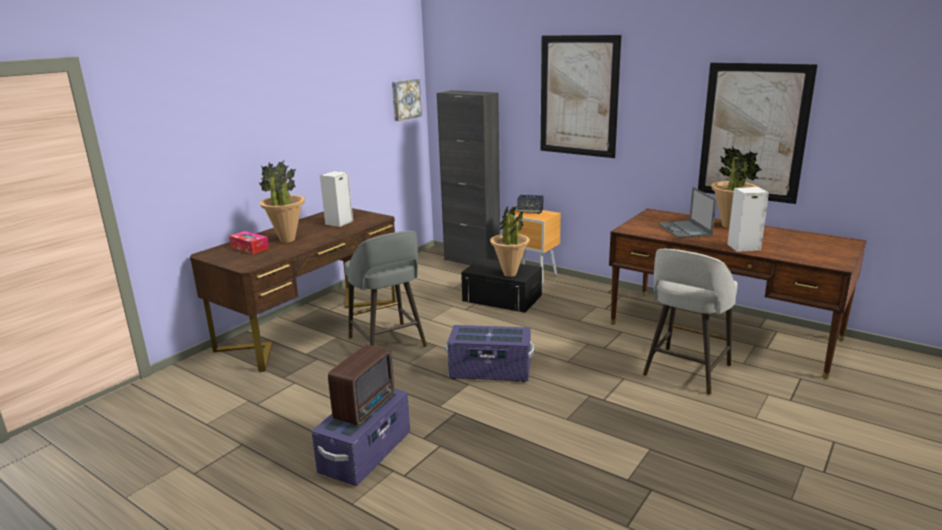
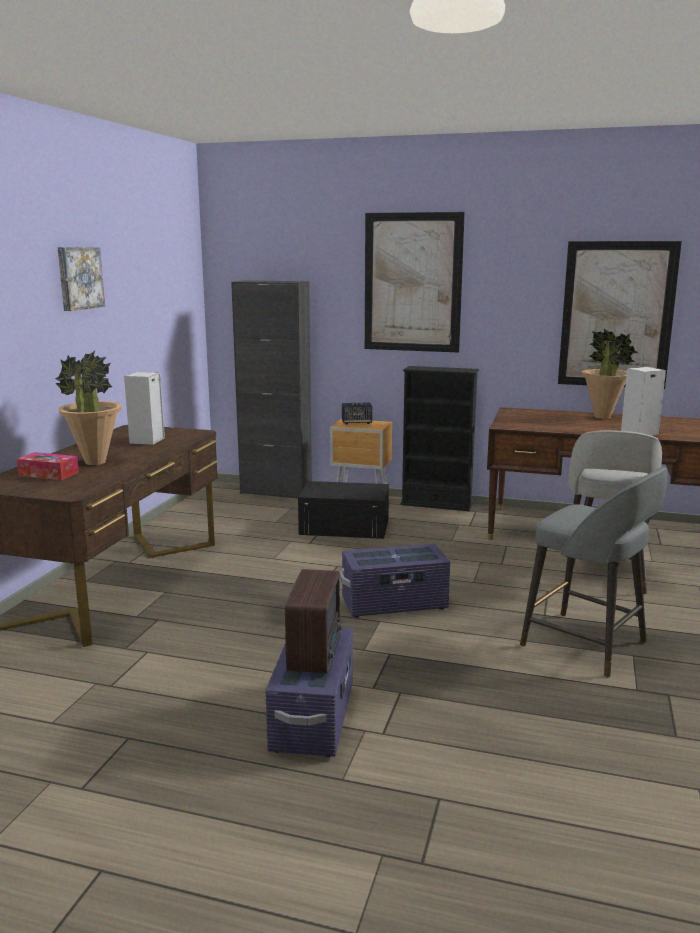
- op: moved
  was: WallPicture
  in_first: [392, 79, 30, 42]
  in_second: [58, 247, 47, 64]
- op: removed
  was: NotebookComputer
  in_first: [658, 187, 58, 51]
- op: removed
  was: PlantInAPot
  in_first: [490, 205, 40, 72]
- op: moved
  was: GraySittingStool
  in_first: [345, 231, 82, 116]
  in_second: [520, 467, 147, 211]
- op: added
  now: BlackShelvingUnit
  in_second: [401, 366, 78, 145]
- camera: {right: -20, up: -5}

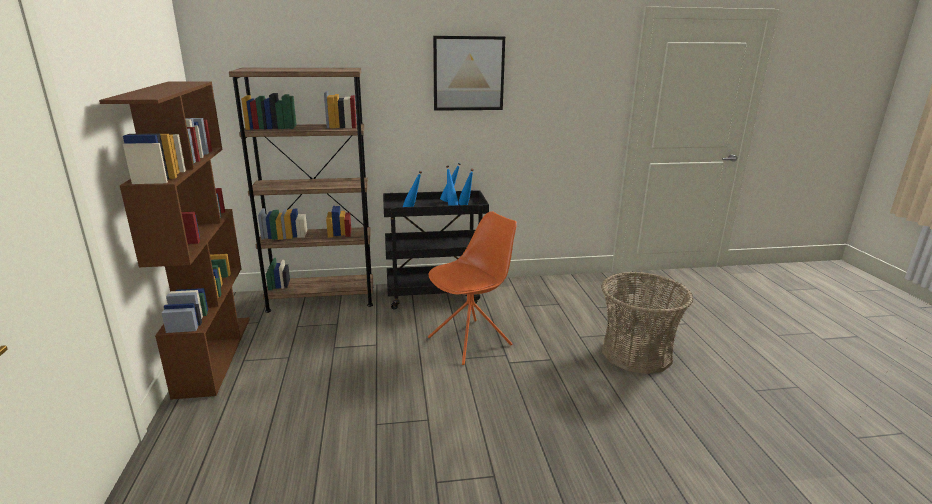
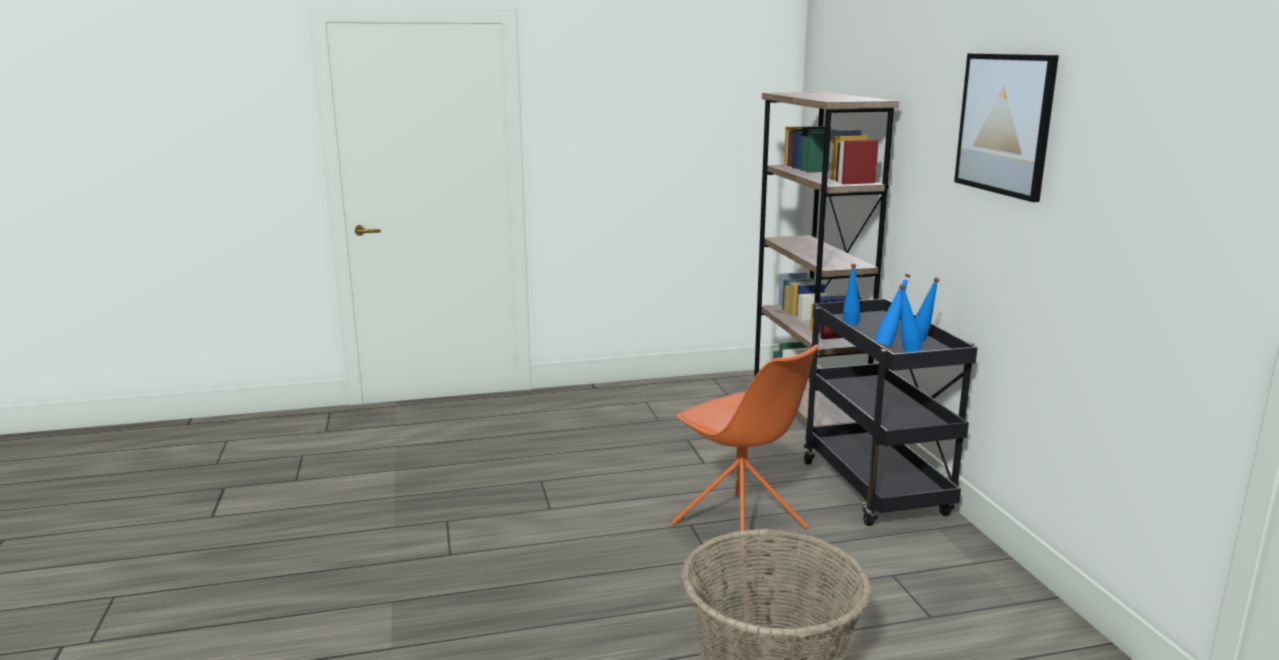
- op: removed
  was: BrownishShelvingUnit
  in_first: [99, 81, 151, 319]
- camera: {right: 85, up: -5}

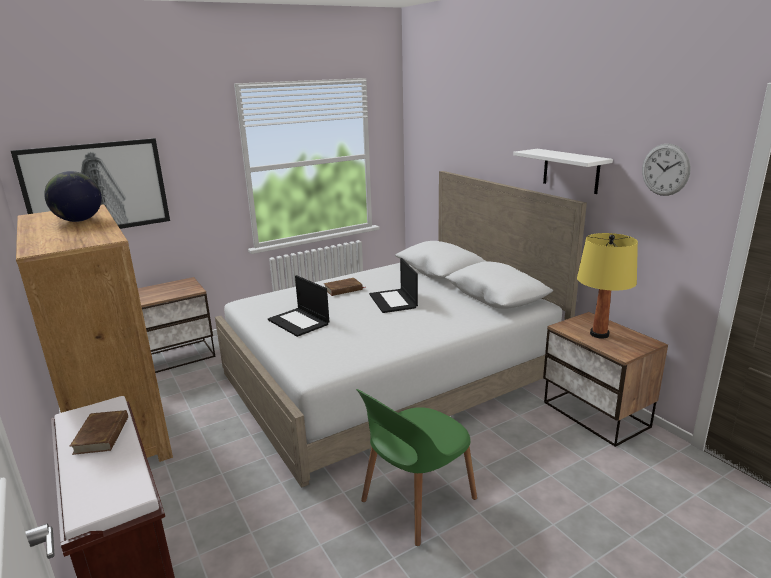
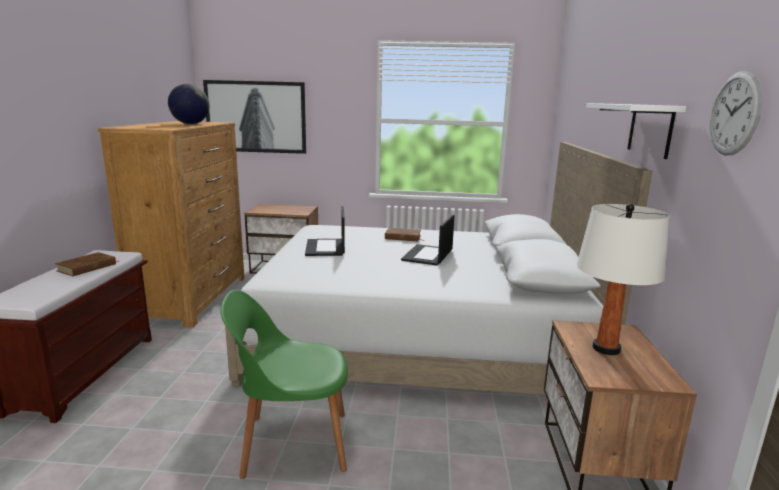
- op: recoloured
  was: YellowTabletopLamp
  now: WhiteColouredTabletopLamp
  in_first: [577, 233, 61, 106]
  in_second: [577, 204, 92, 151]
- camera: {right: 35, up: -5}

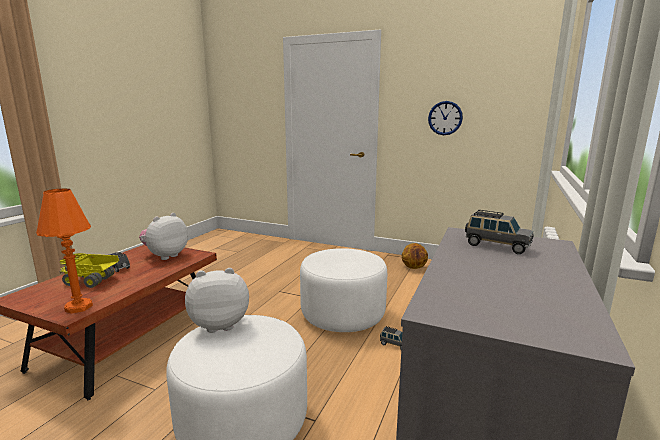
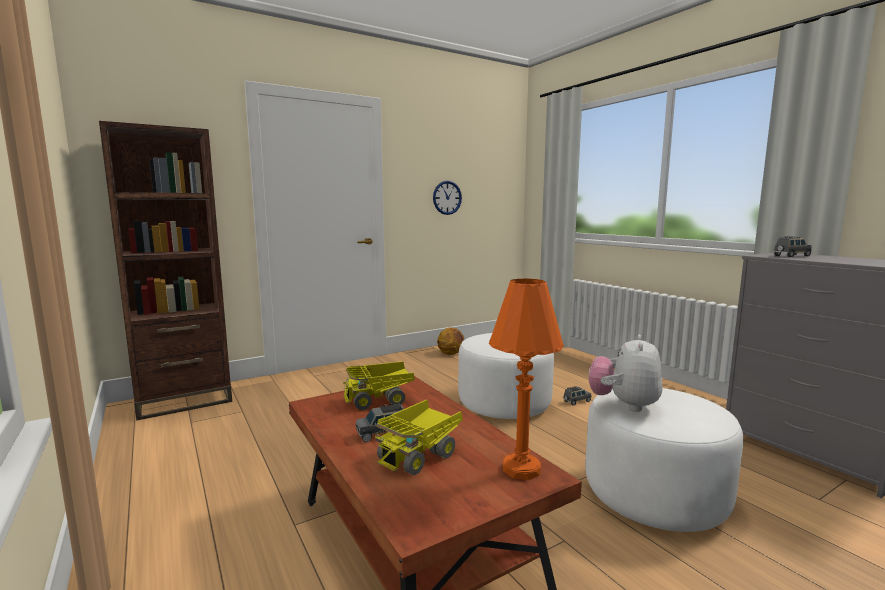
- op: replaced
  was: PlushToy
  now: ToyLorry
  in_first: [139, 213, 49, 47]
  in_second: [343, 361, 72, 49]
- op: added
  now: BrownishShelvingUnit
  in_second: [99, 121, 133, 299]
- camera: {right: -55, up: -5}

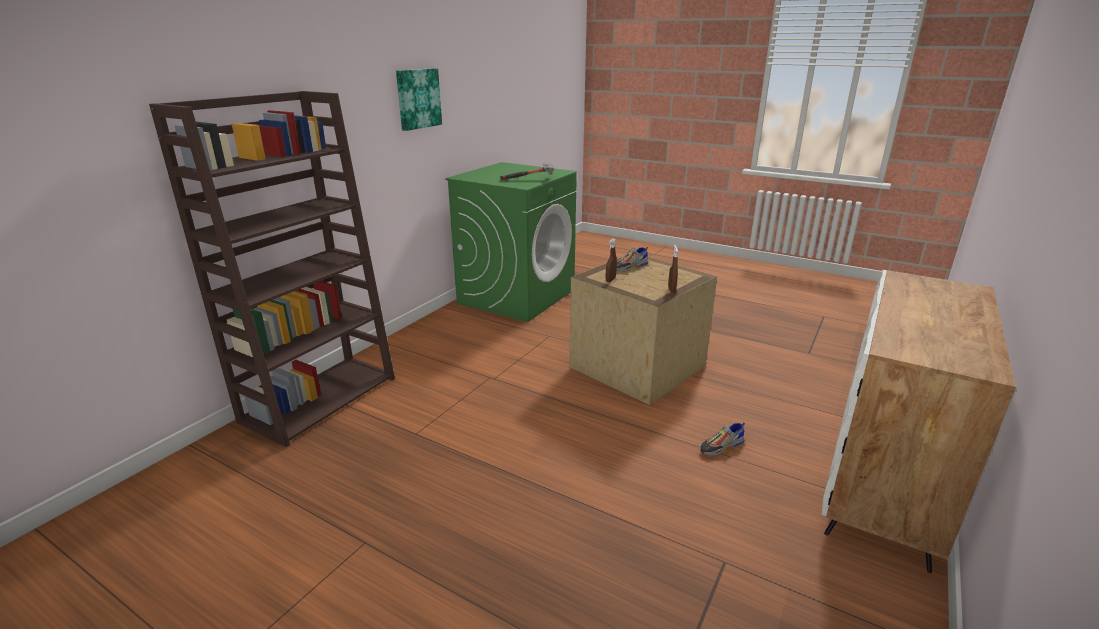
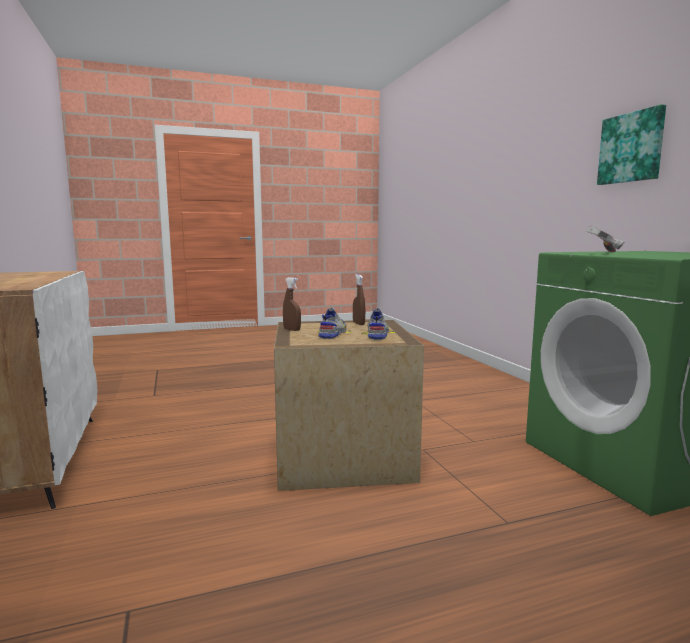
- op: removed
  was: BrownishShelvingUnit
  in_first: [149, 91, 246, 356]
- op: moved
  was: LowShoe
  in_first: [700, 423, 45, 33]
  in_second: [318, 307, 34, 32]
- camera: {right: 130, up: -15}

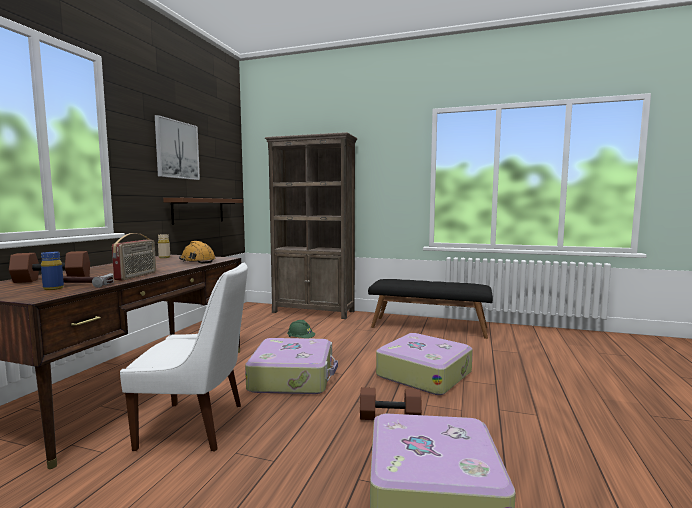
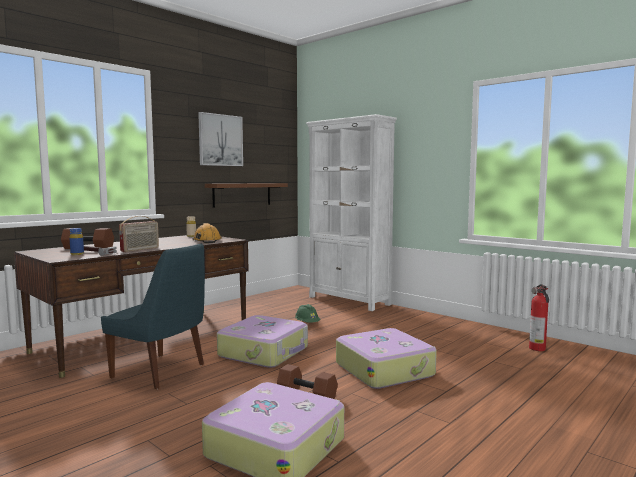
- op: recoloured
  was: BrownishShelvingUnit
  now: WhiteColouredShelvingUnit
  in_first: [265, 132, 92, 187]
  in_second: [306, 114, 91, 197]
- op: recoloured
  was: WhiteColouredUprightChair
  now: BluishUprightChair
  in_first: [120, 262, 128, 190]
  in_second: [101, 244, 104, 145]
- op: removed
  was: BlackIndoorBench
  in_first: [368, 279, 125, 60]
- op: added
  now: Extinguisher
  in_second: [529, 284, 20, 67]
- camera: {right: 25, up: 0}

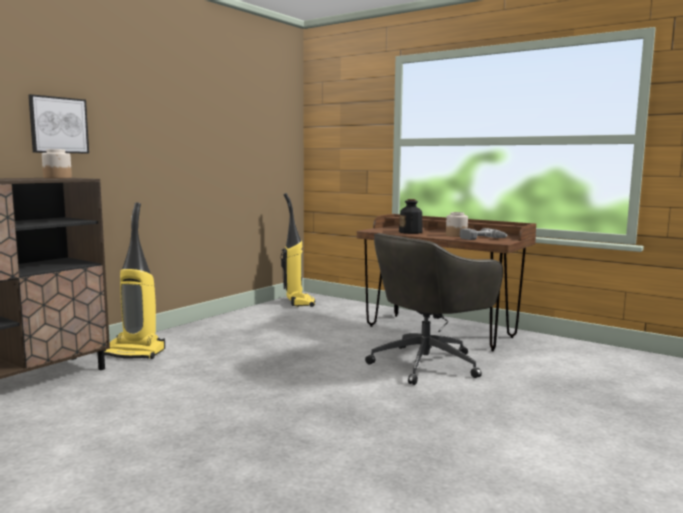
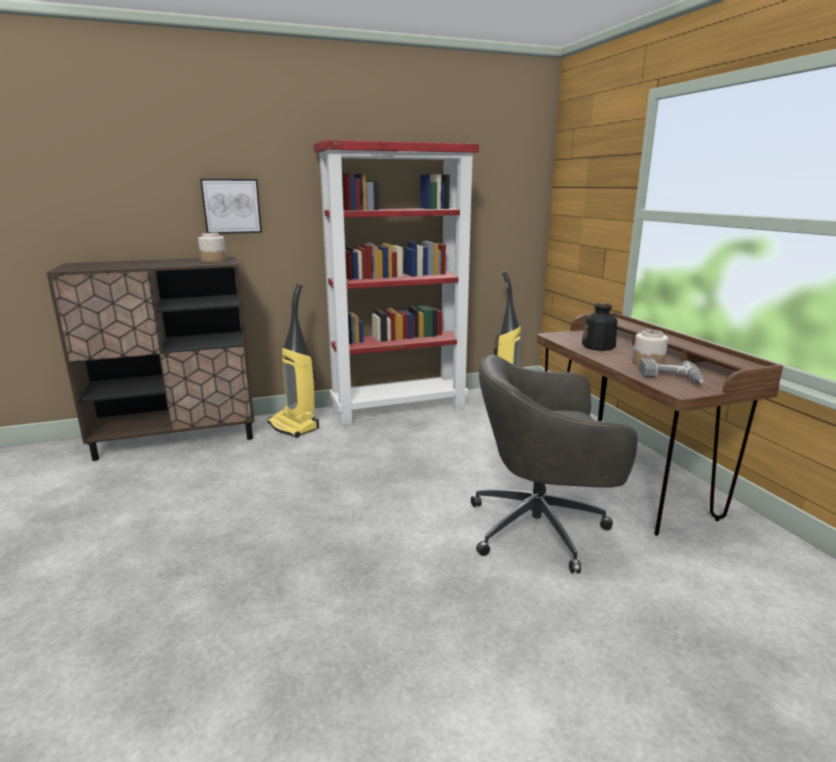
- op: added
  now: ReddishShelvingUnit
  in_second: [314, 140, 165, 285]
- camera: {right: 35, up: 10}

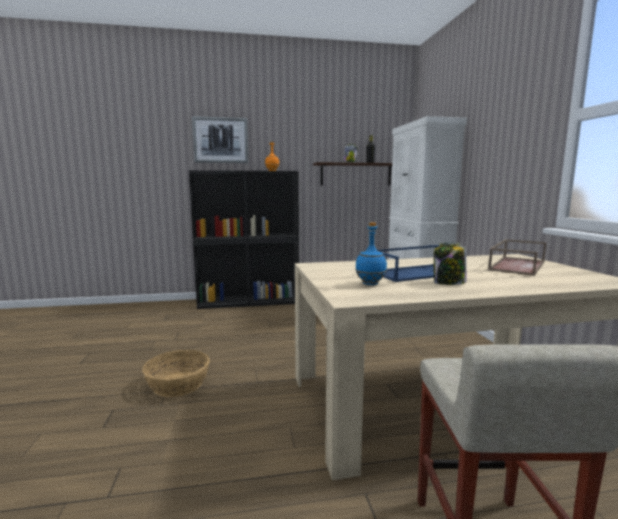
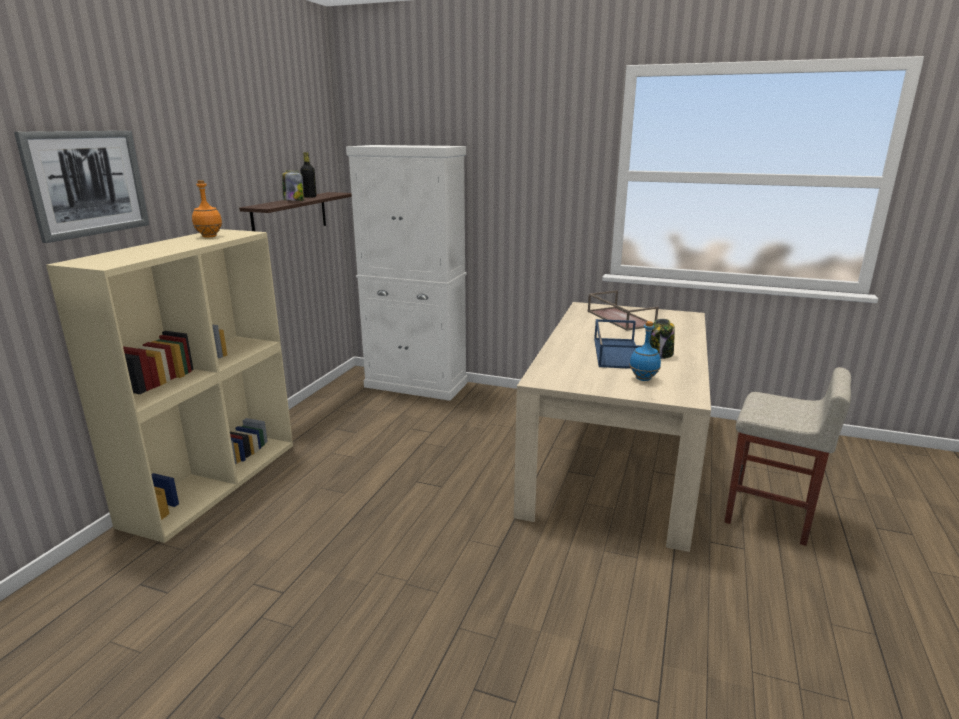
- op: recoloured
  was: BlackShelvingUnit
  now: BeigeShelvingUnit
  in_first: [189, 170, 110, 139]
  in_second: [46, 229, 247, 314]
- op: removed
  was: StorageBasket
  in_first: [142, 350, 68, 47]
- camera: {right: -60, up: 10}

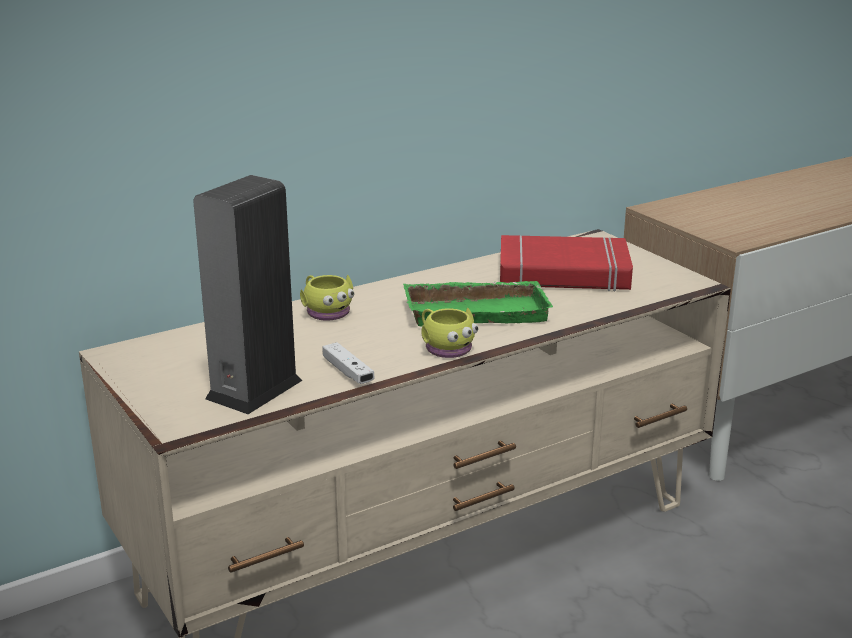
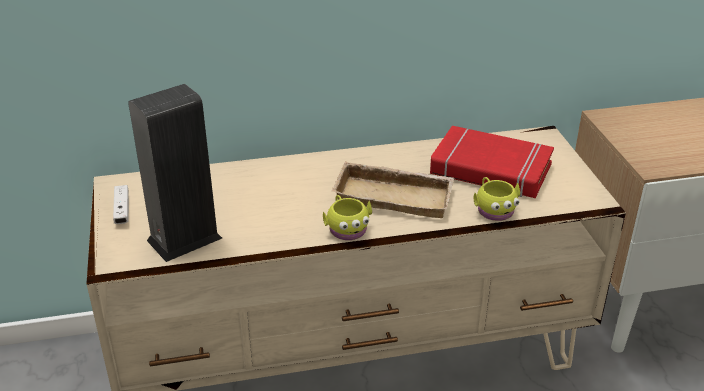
- op: moved
  was: YellowCoffeeMug
  in_first: [300, 275, 55, 46]
  in_second: [474, 177, 46, 44]
- op: recoloured
  was: GreenColouredTray
  now: BeigeTray
  in_first: [403, 281, 150, 46]
  in_second: [332, 162, 123, 56]
- op: moved
  was: WhiteColouredGameController
  in_first: [322, 342, 53, 42]
  in_second: [113, 185, 16, 39]
- camera: {right: 20, up: 10}

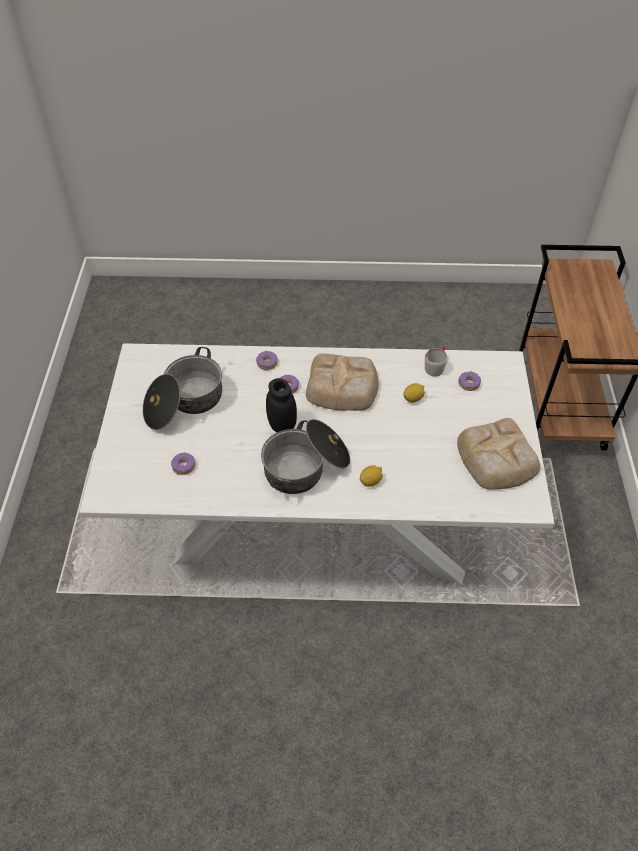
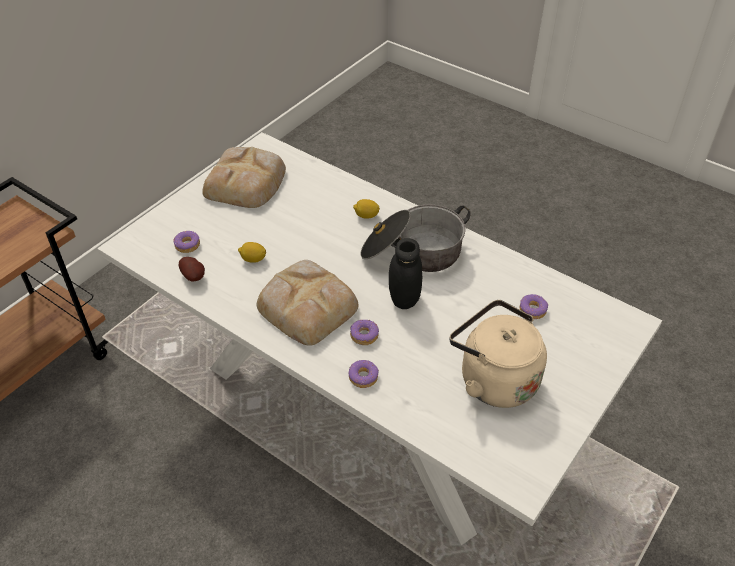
- op: replaced
  was: GrayCoffeeMug
  now: Spud
  in_first: [425, 346, 22, 30]
  in_second: [178, 257, 27, 24]
- op: replaced
  was: Stockpot
  now: BeigeWaterKettle
  in_first: [143, 347, 79, 83]
  in_second: [450, 300, 97, 108]
- camera: {right: -145, up: -5}

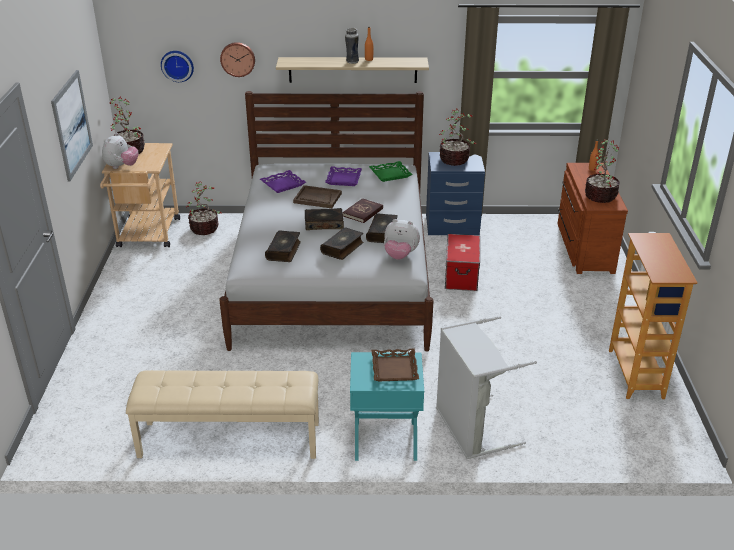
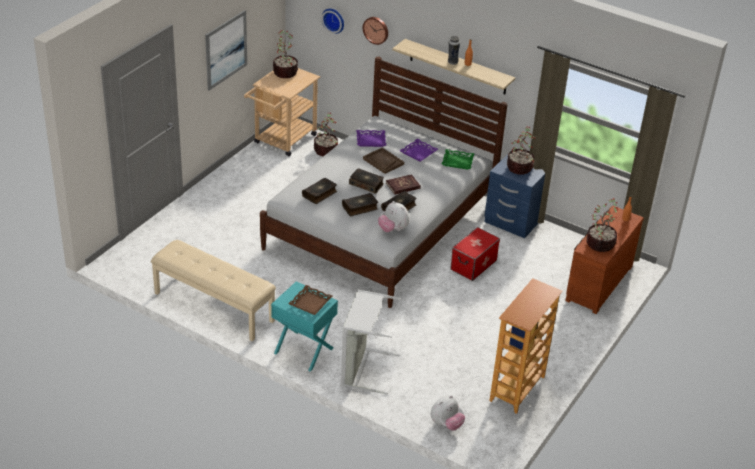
- op: moved
  was: PlushToy
  in_first: [102, 133, 36, 36]
  in_second: [431, 395, 34, 36]
- camera: {right: 30, up: 5}

